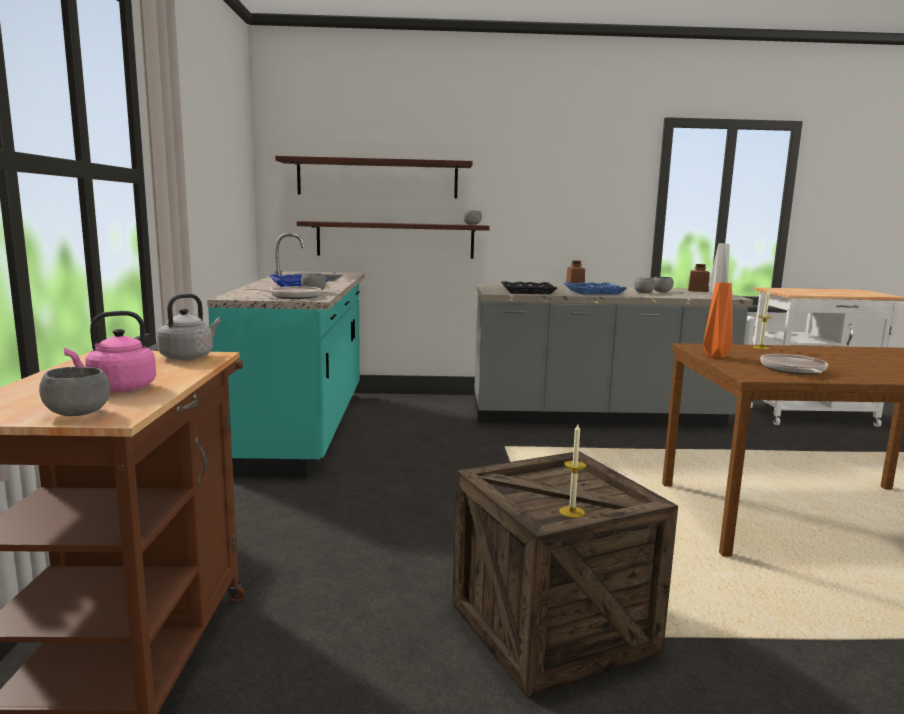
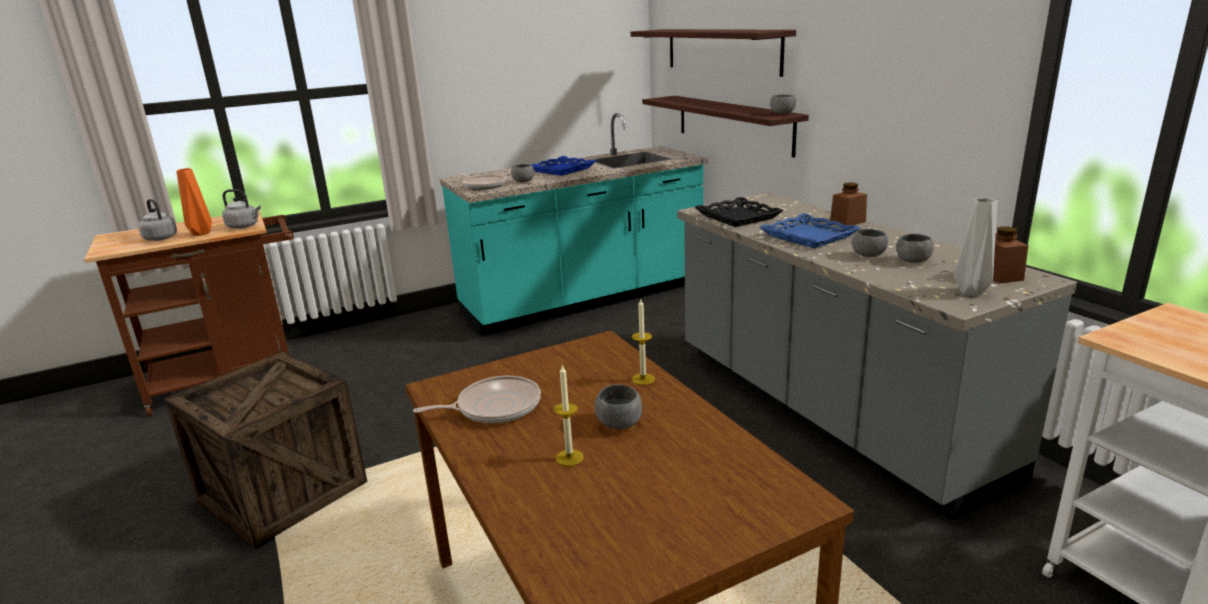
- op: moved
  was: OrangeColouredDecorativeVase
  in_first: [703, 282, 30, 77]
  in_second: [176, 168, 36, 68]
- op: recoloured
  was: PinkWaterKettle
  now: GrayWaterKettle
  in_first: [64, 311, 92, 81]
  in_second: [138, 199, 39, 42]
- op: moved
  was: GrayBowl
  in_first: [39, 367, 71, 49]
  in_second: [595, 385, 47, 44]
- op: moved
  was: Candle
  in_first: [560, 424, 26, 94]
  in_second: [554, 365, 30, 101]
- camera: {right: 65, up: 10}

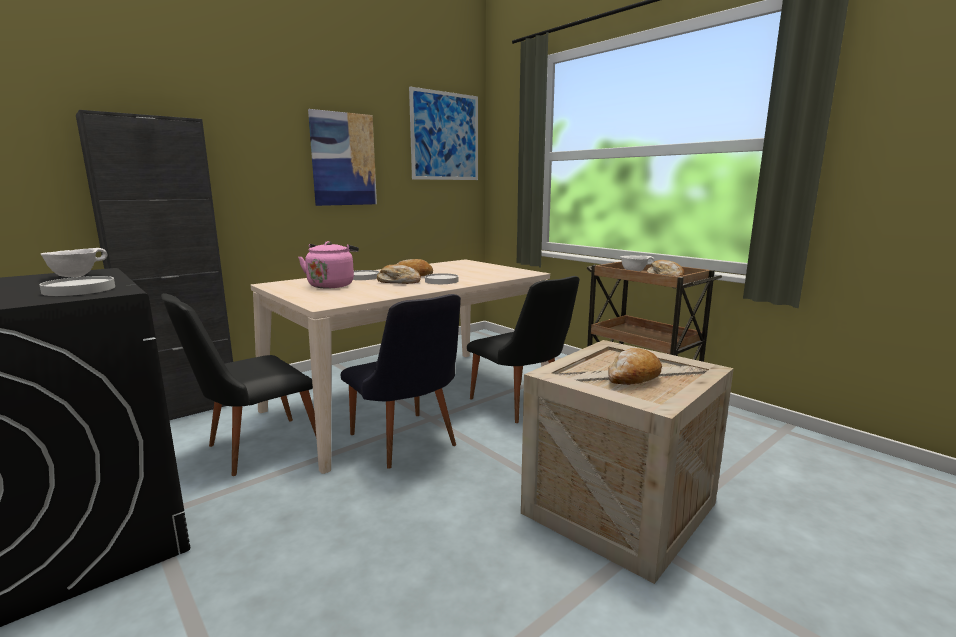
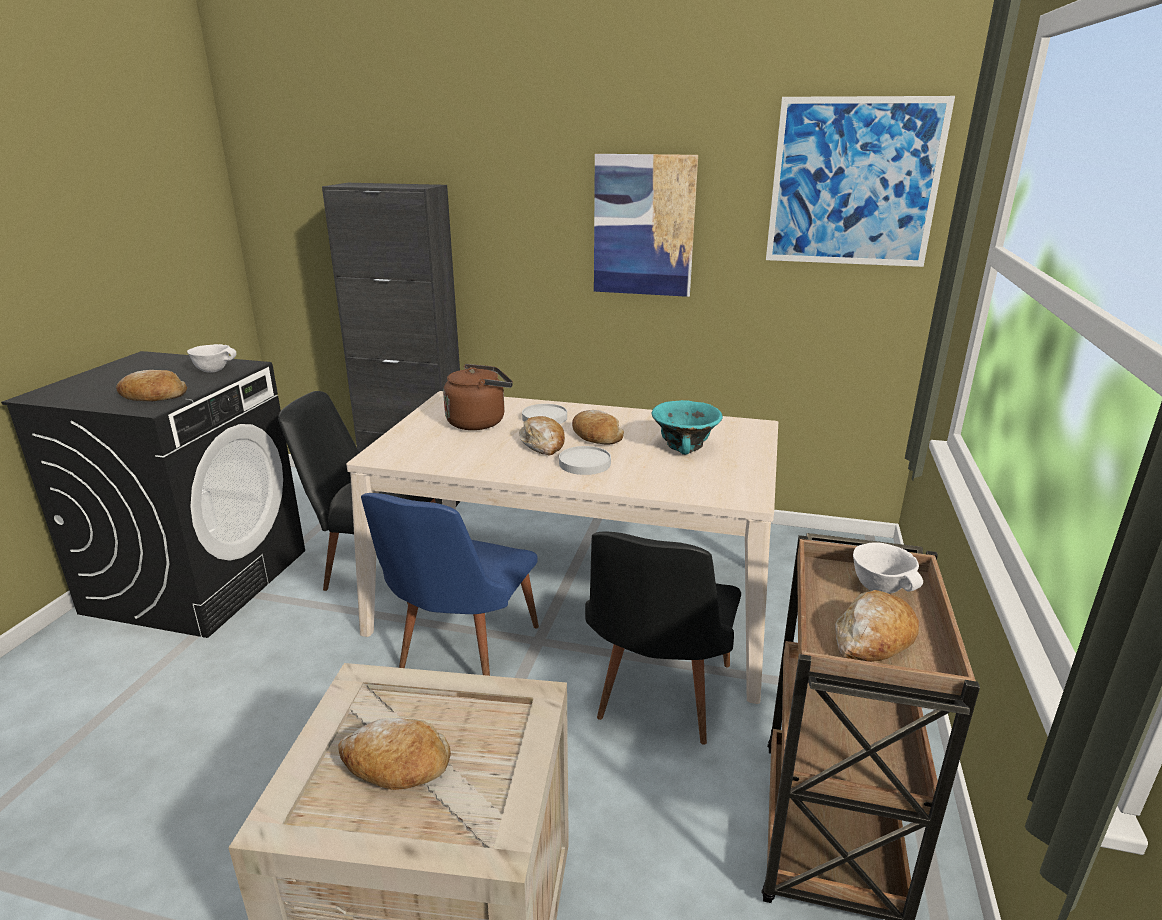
- op: recoloured
  was: PinkWaterKettle
  now: BrownishWaterKettle
  in_first: [298, 241, 61, 47]
  in_second: [443, 364, 70, 66]
- op: replaced
  was: WhiteColouredDinnerPlate
  now: Bread
  in_first: [39, 276, 76, 20]
  in_second: [116, 370, 71, 32]
- op: recoloured
  was: BlackUprightChair
  now: BluishUprightChair
  in_first: [340, 294, 121, 175]
  in_second: [361, 493, 178, 183]
- op: added
  now: TurquoiseColouredBowl
  in_second: [651, 400, 72, 55]
- camera: {right: 55, up: 10}

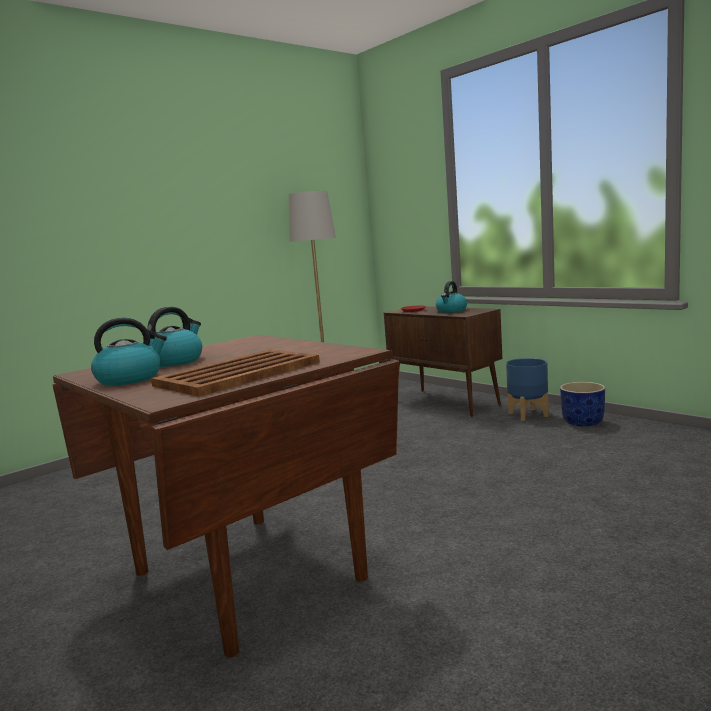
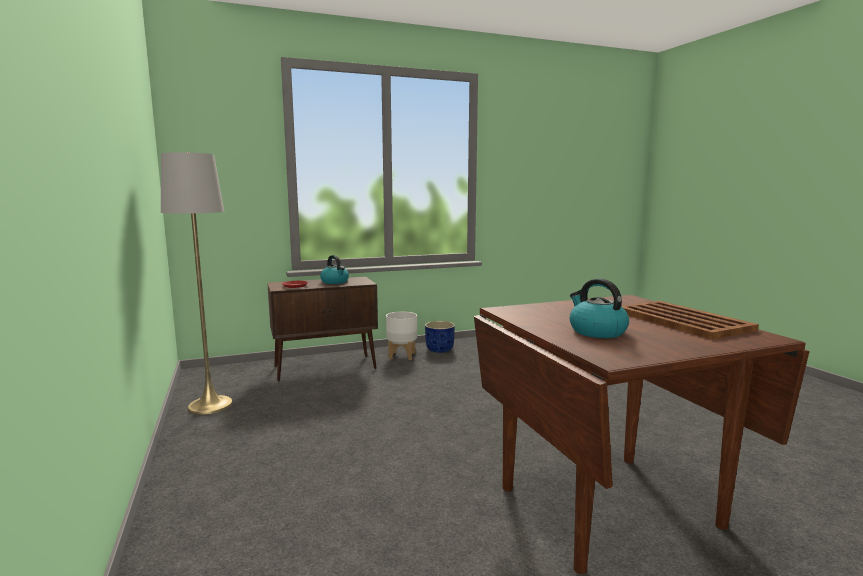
- op: removed
  was: WaterKettle
  in_first: [91, 317, 76, 69]
- op: recoloured
  was: BluishPlantPot
  now: WhiteColouredPlantPot
  in_first: [506, 358, 43, 63]
  in_second: [386, 312, 31, 48]
- camera: {right: -70, up: 0}

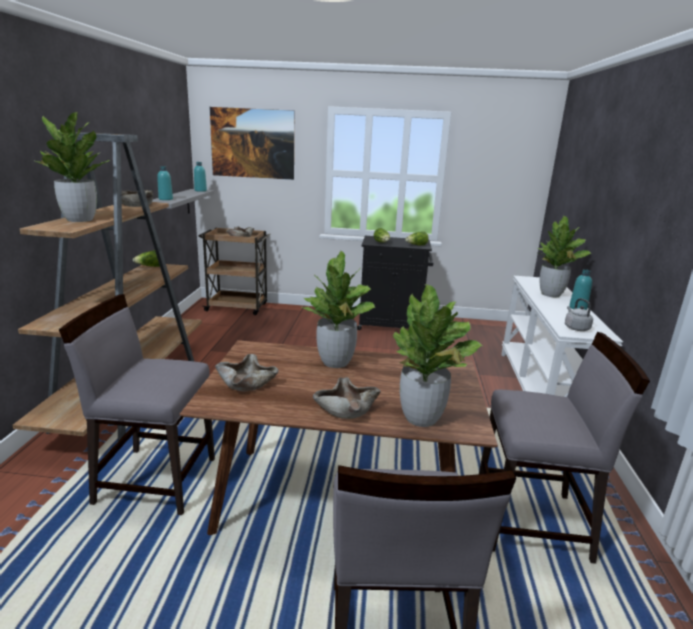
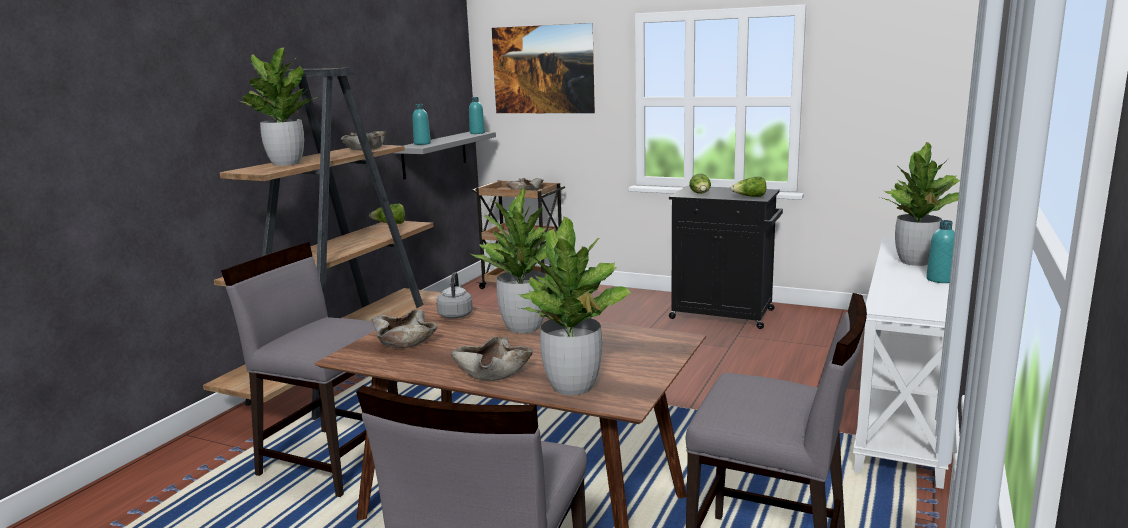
- op: moved
  was: GrayWaterKettle
  in_first: [565, 298, 28, 33]
  in_second: [436, 272, 37, 46]
- camera: {right: 20, up: -5}

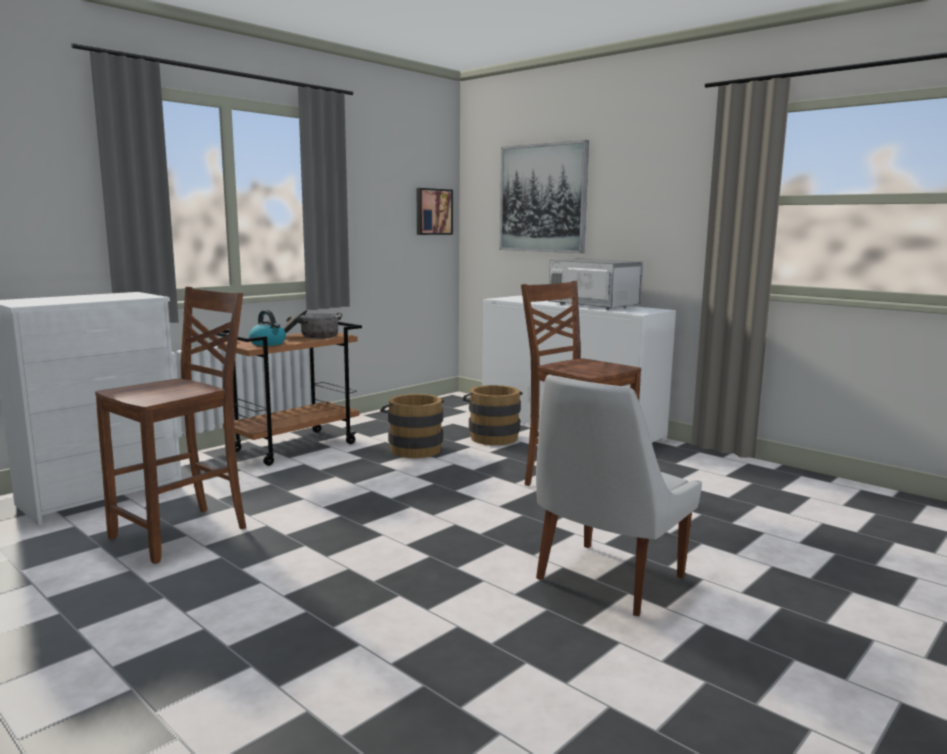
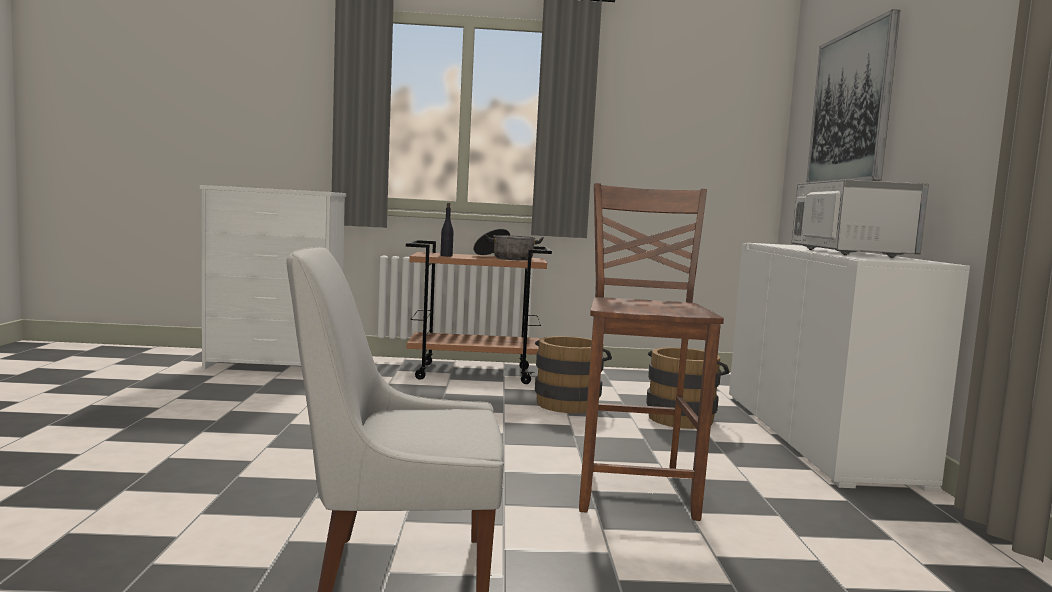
- op: removed
  was: WallPicture
  in_first: [417, 188, 36, 47]
- op: removed
  was: BrownishUprightChair
  in_first: [95, 287, 151, 277]
- op: replaced
  was: WaterKettle
  now: BlackBottle
  in_first: [249, 310, 37, 36]
  in_second: [440, 203, 13, 53]
- camera: {right: 45, up: -5}

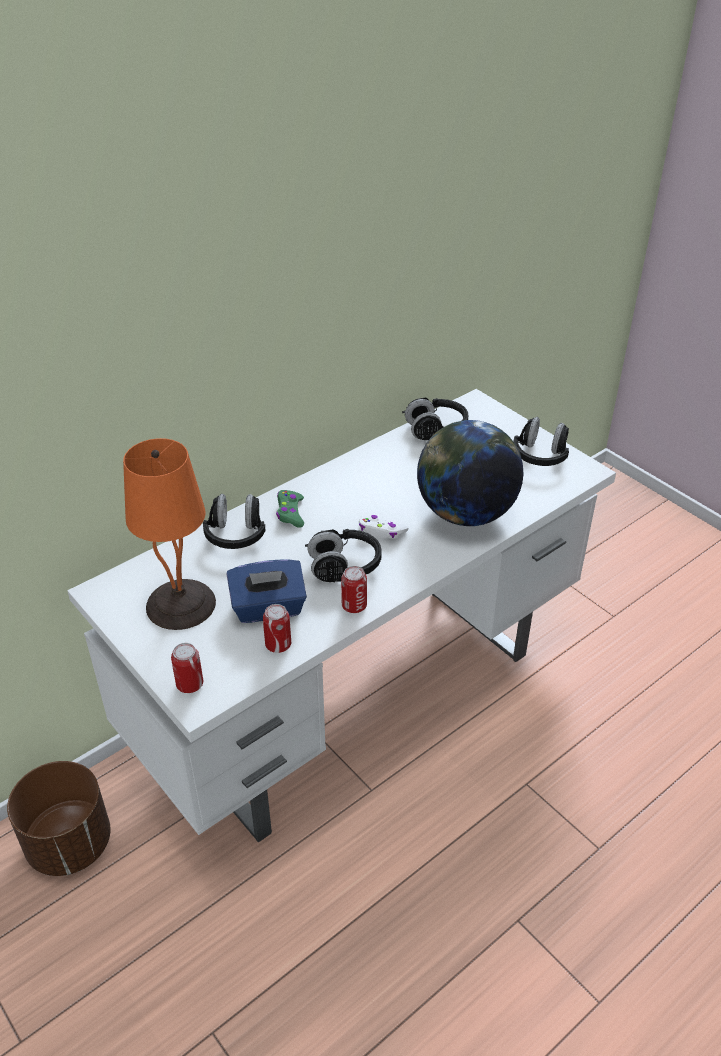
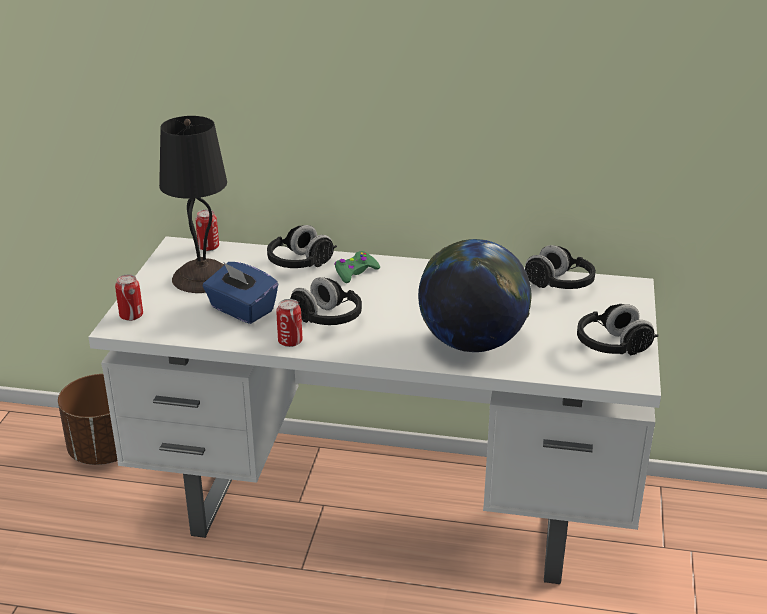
- op: recoloured
  was: OrangeColouredTabletopLamp
  now: BlackTabletopLamp
  in_first: [123, 438, 93, 192]
  in_second: [159, 116, 68, 177]
- op: removed
  was: WhiteColouredGameController
  in_first: [359, 515, 50, 24]
- op: moved
  was: MetalCan
  in_first: [263, 604, 28, 49]
  in_second: [195, 209, 24, 42]
- camera: {right: 50, up: -10}

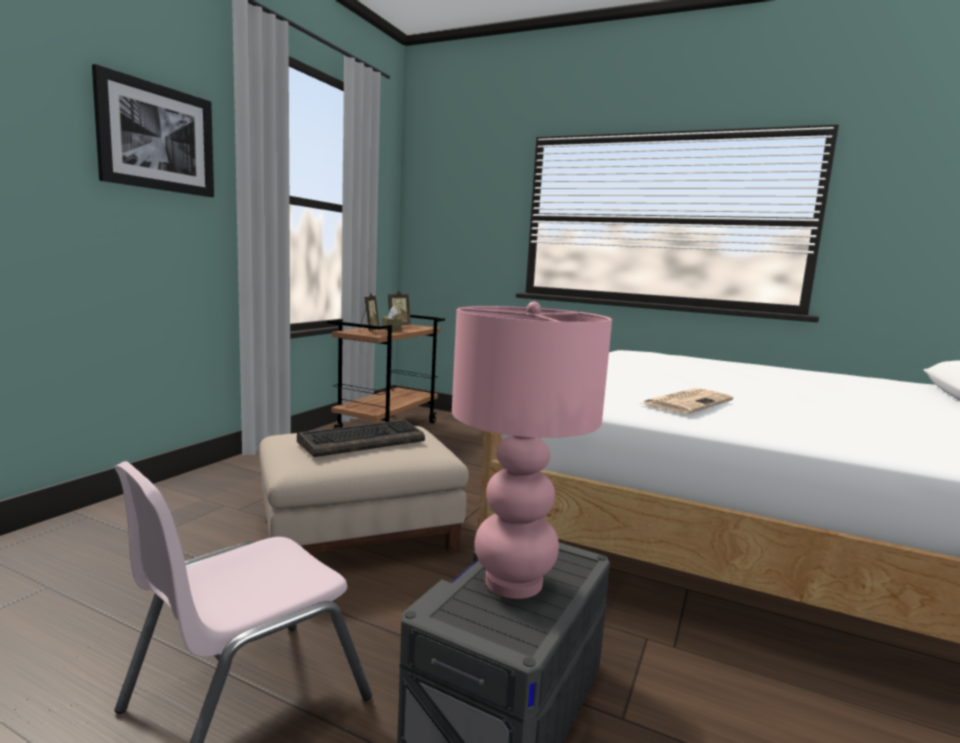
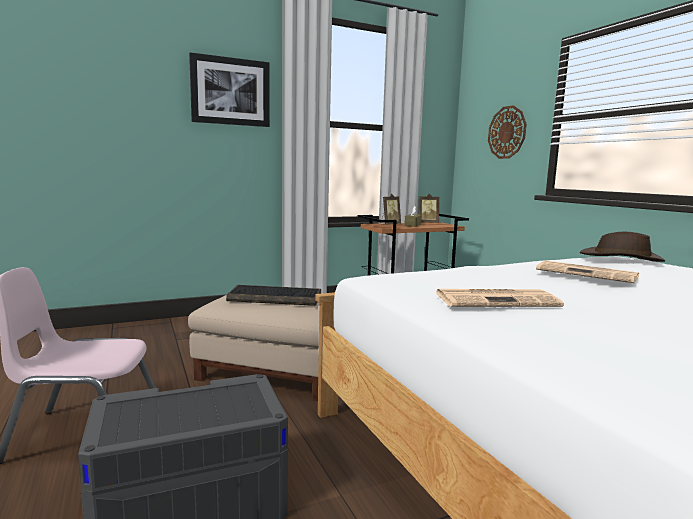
- op: removed
  was: PinkTabletopLamp
  in_first: [452, 301, 160, 298]
- op: added
  now: WallClock
  in_second: [488, 105, 39, 54]
- op: added
  now: BrownishWearableHat
  in_second: [580, 232, 85, 30]
- op: added
  now: PrintedPaper
  in_second: [536, 261, 103, 22]
- camera: {right: 40, up: 0}

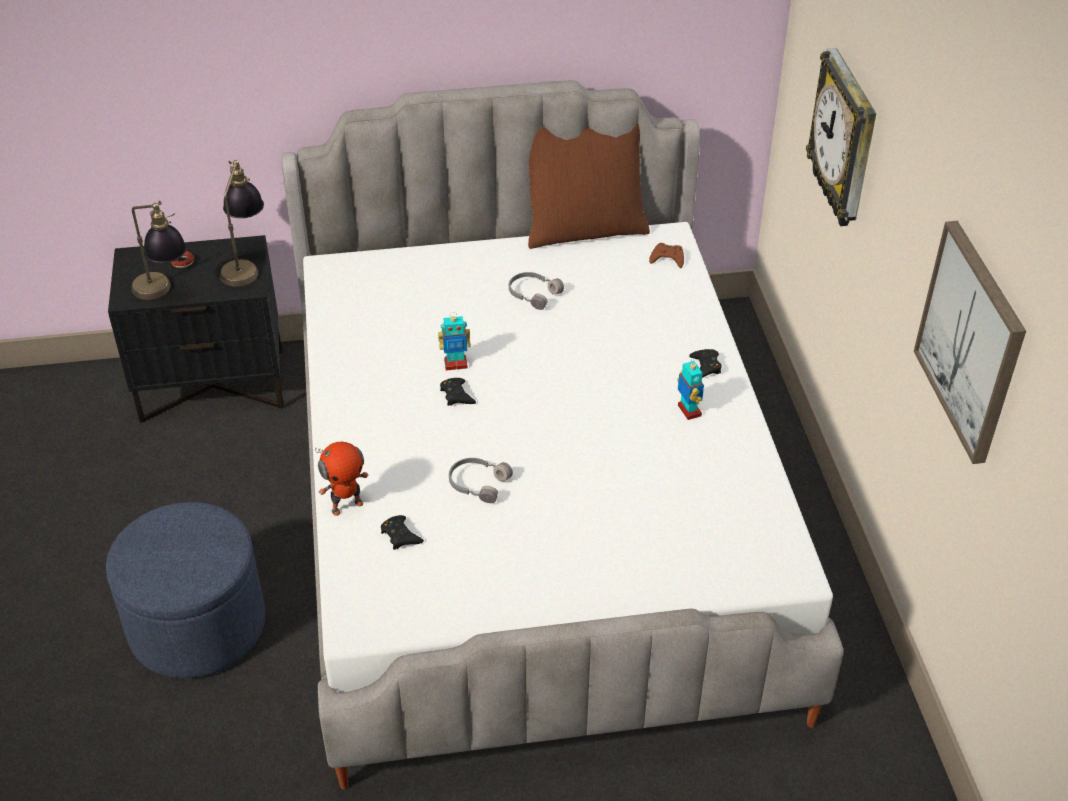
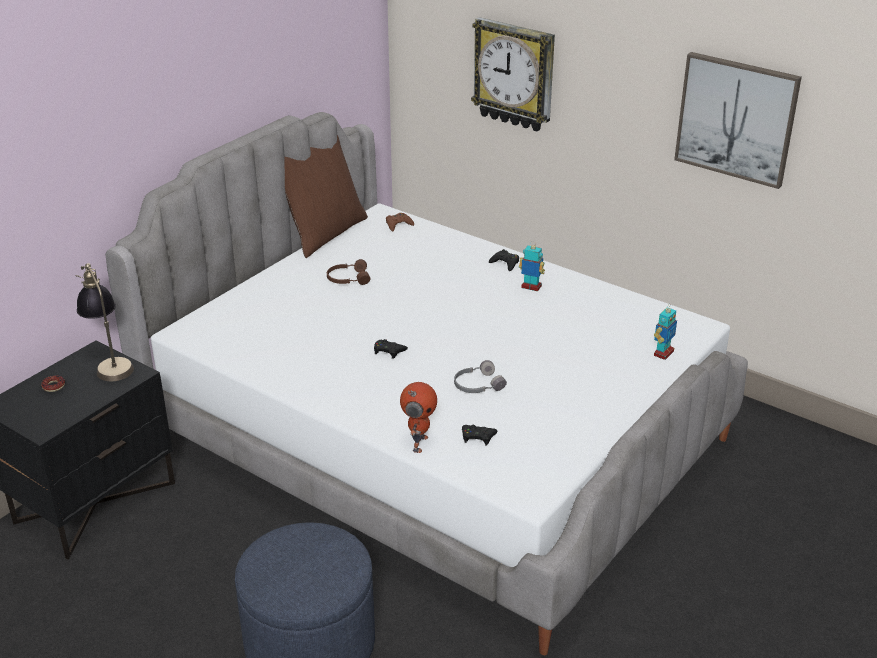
- op: removed
  was: TabletopLamp
  in_first: [131, 200, 56, 100]
- op: recoloured
  was: GrayHeadphones
  now: BrownishHeadphones
  in_first: [509, 272, 55, 38]
  in_second: [327, 259, 43, 26]
- op: moved
  was: RobotFigure
  in_first: [438, 312, 33, 58]
  in_second: [654, 307, 23, 53]
- camera: {right: -45, up: -10}

